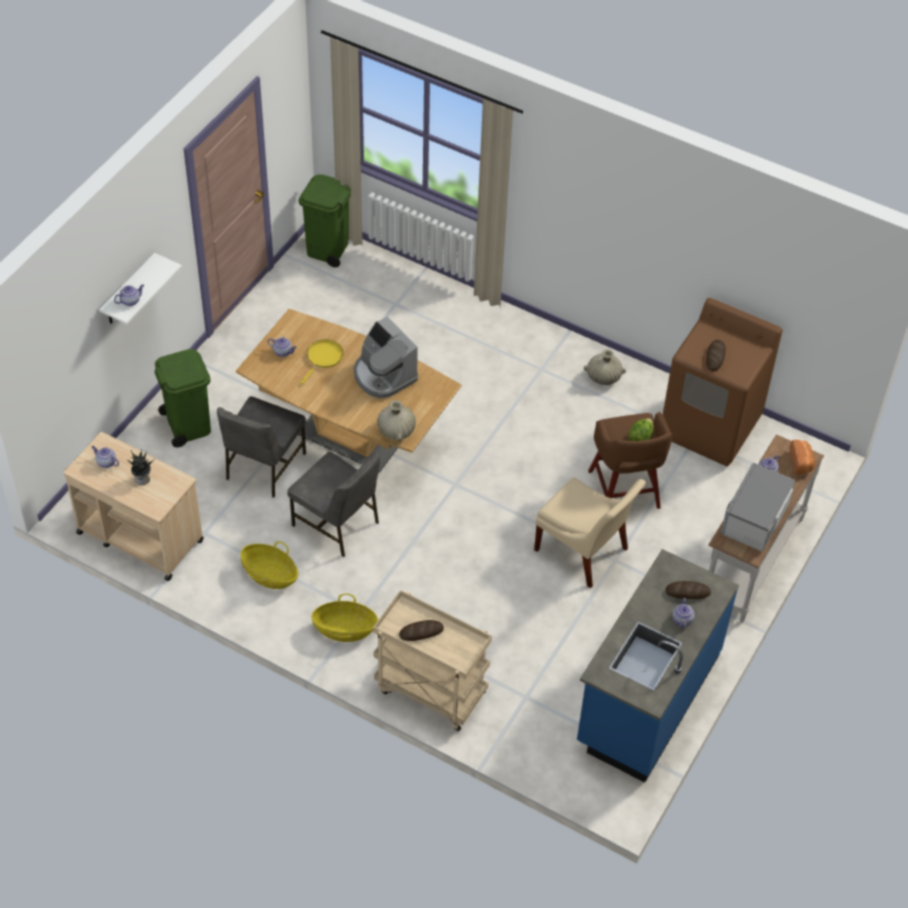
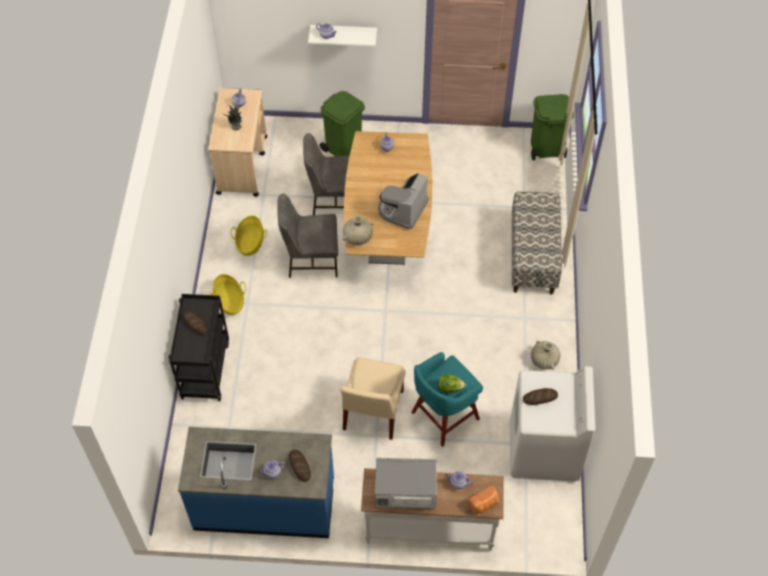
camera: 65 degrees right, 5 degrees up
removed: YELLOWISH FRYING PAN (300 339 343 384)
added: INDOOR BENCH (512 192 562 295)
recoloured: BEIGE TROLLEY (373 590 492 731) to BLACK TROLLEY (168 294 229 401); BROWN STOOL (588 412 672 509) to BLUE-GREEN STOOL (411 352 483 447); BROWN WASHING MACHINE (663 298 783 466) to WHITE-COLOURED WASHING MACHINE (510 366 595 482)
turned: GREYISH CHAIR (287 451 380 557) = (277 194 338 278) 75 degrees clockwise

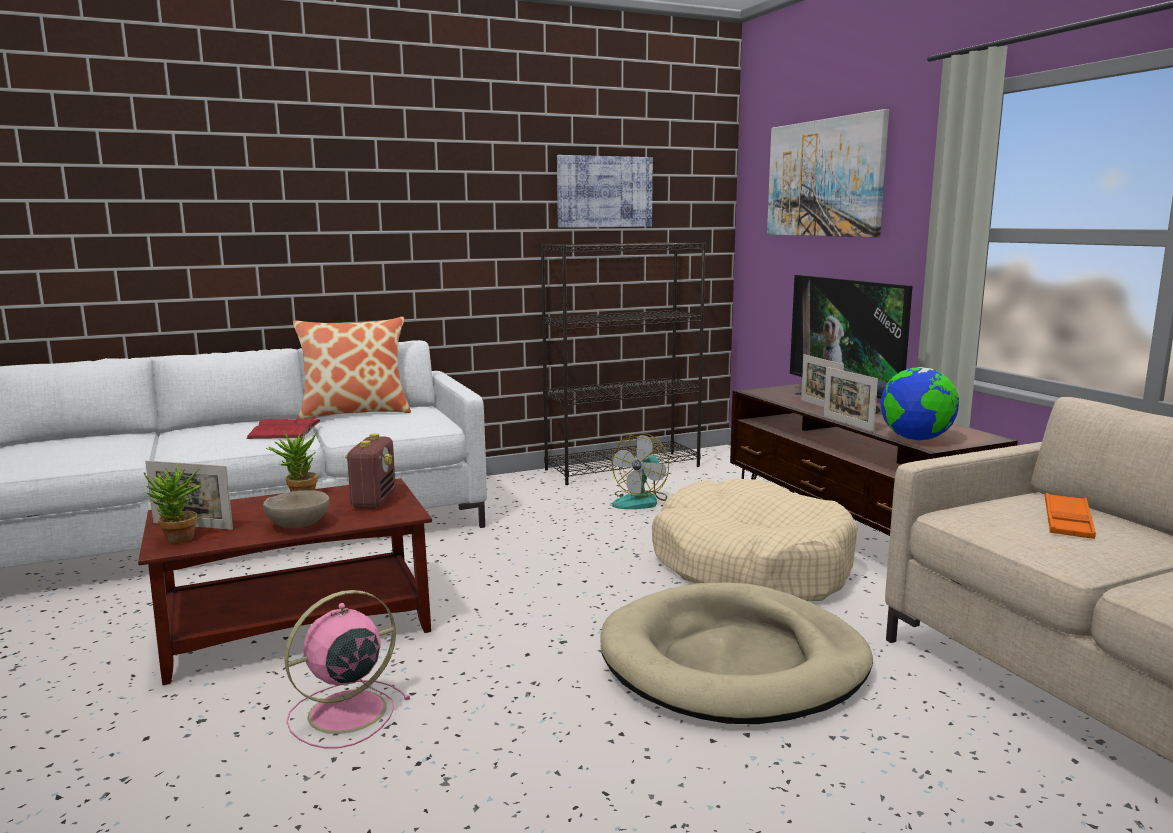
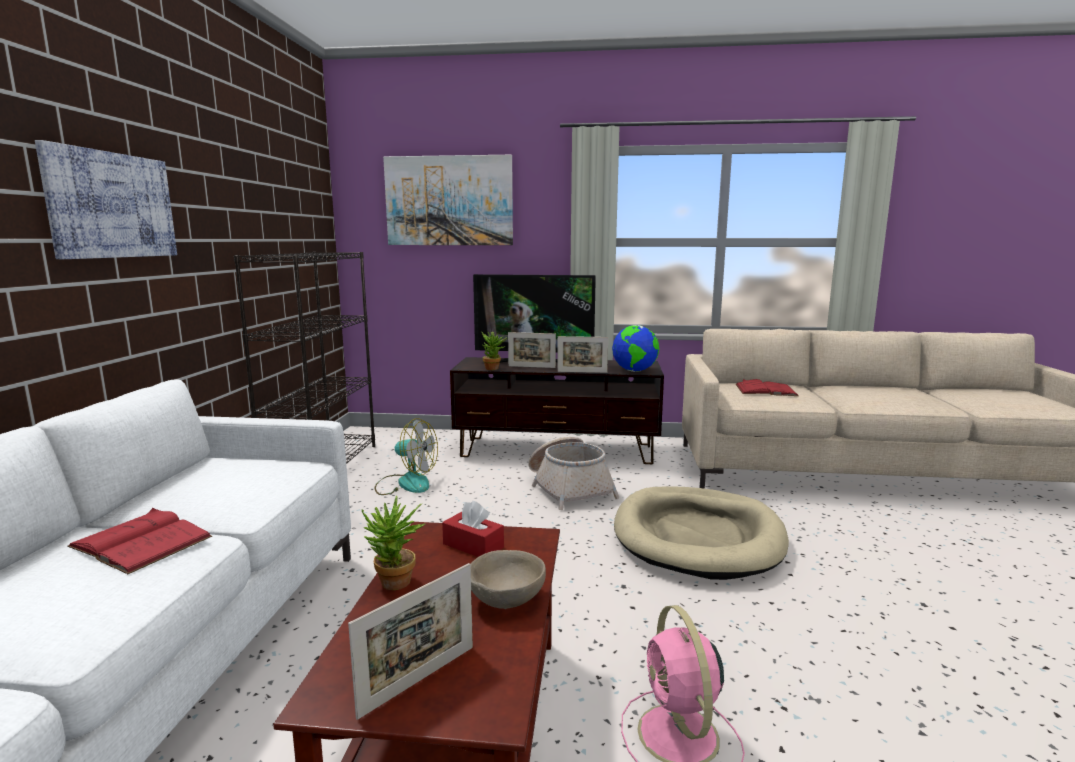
camera: 60 degrees left, 0 degrees up
removed: PILLOW (293 317 411 419)
moved: HOUSEPLANT (144 464 204 543) to (482 332 509 370); PICTURE (557 155 653 228) to (35 140 177 259)
replaced: RADIO SET (345 433 396 509) to REDDISH BOX OF TISSUES (442 501 504 557); BEIGE PET BED (652 479 858 601) to STORAGE BASKET (528 437 619 510); ORANGE-COLOURED CARRYING TRAY (1045 493 1096 539) to REDDISH BOOK (736 379 798 396)
turned: COOLING FAN (612 433 669 509) = (375 418 438 495) 45 degrees counterclockwise

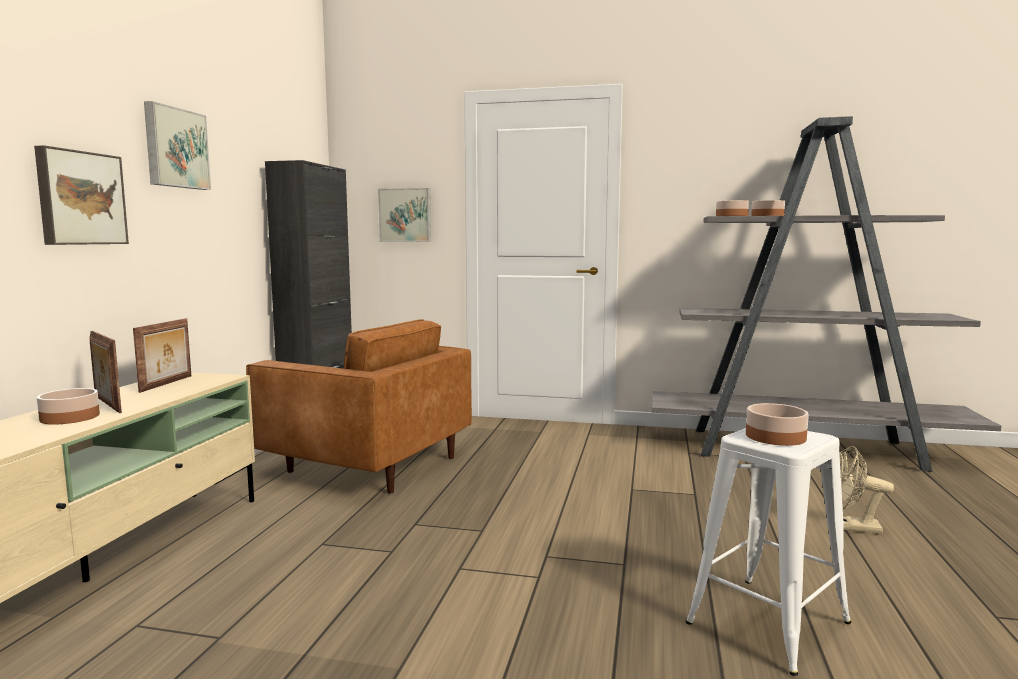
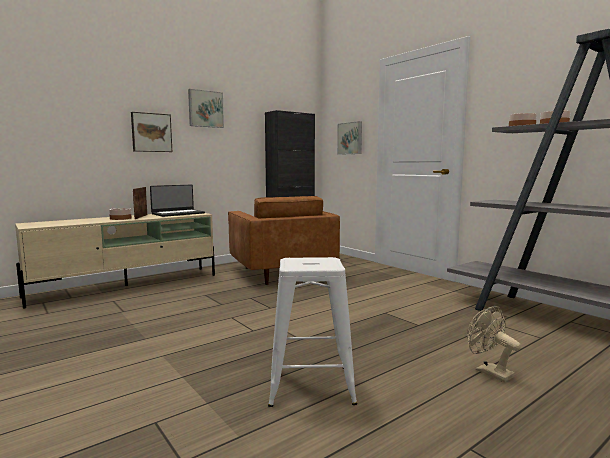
camera: 40 degrees right, 0 degrees up
removed: BOWL (746 403 809 446)
replaced: PICTURE FRAME (133 318 191 393) to PORTABLE COMPUTER (150 185 205 217)

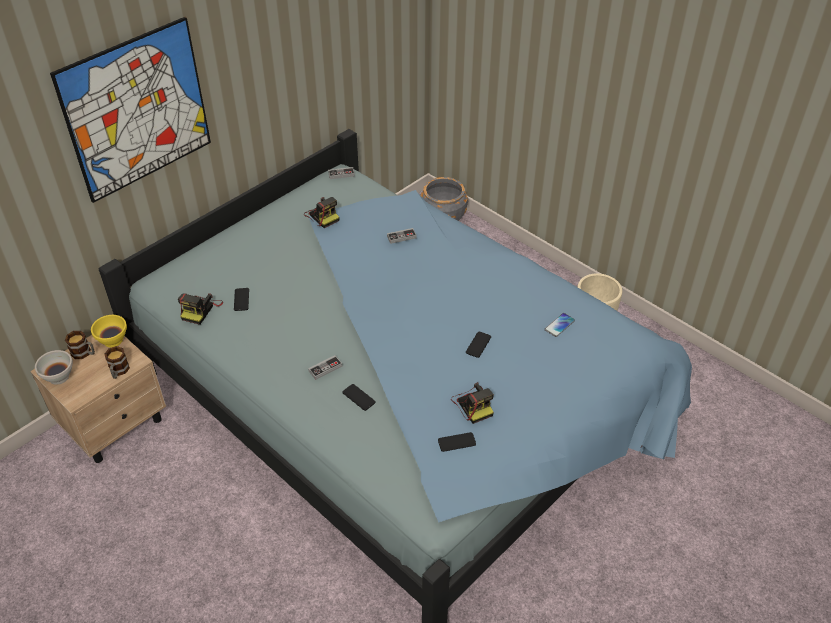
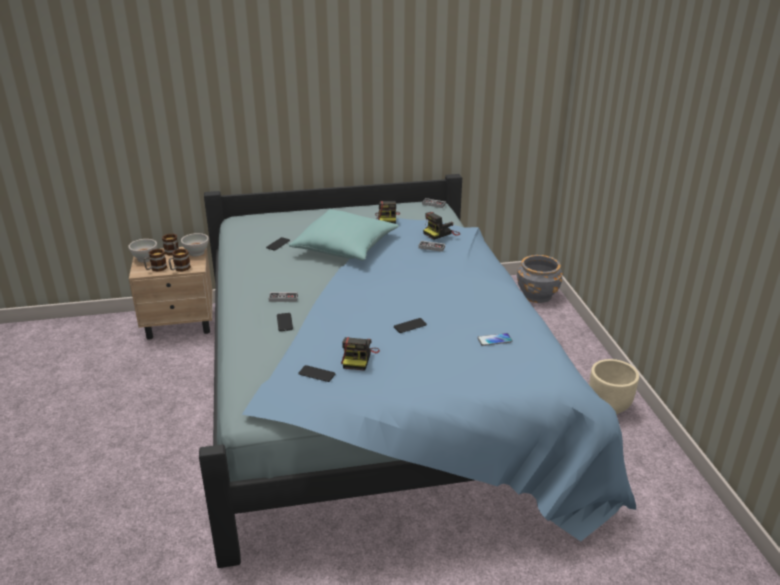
camera: 35 degrees right, 15 degrees down
removed: PICTURE (50 17 211 203)
added: COFFEE MUG (144 249 167 272); BLUE-GREEN PILLOW (289 209 399 260)
moved: PHOTO CAMERA (178 293 223 325) to (423 212 460 240)
recoloured: YELLOWISH BOWL (91 315 127 348) to WHITE-COLOURED BOWL (181 233 209 257)

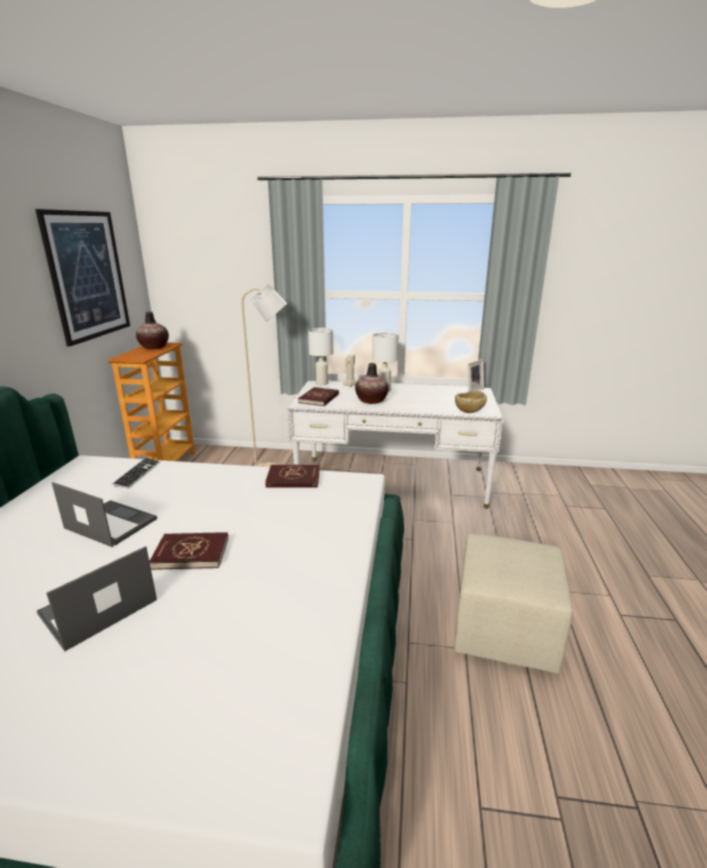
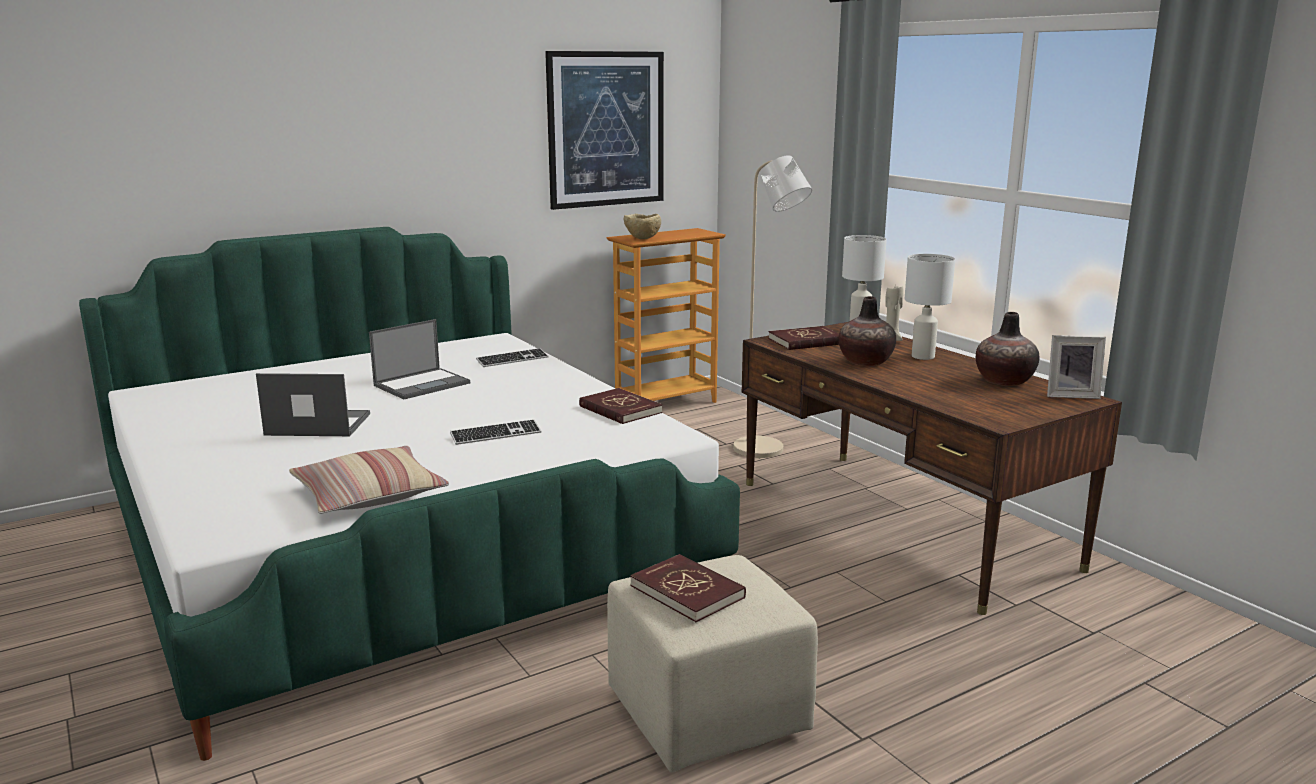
camera: 50 degrees right, 5 degrees down
added: PILLOW (289 446 449 514); PC KEYBOARD (450 419 542 445)
moved: FLOWER VASE (136 311 169 349) to (976 312 1039 386); REDDISH BOOK (149 532 228 570) to (630 554 746 622); BEIGE BOWL (455 390 487 413) to (623 214 661 239)
recoloured: WHITE-COLOURED DESK (287 381 503 509) to BROWN DESK (742 322 1122 615)
turned: PORTABLE COMPUTER (52 482 157 547) = (369 319 470 399) 60 degrees clockwise

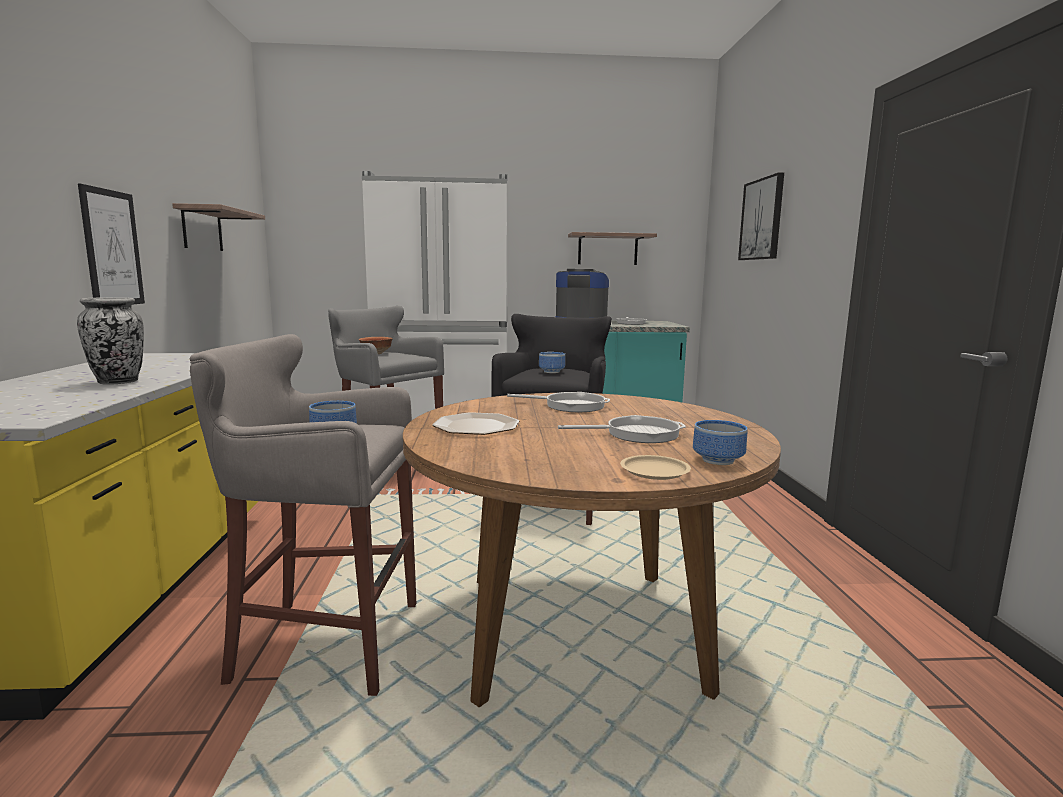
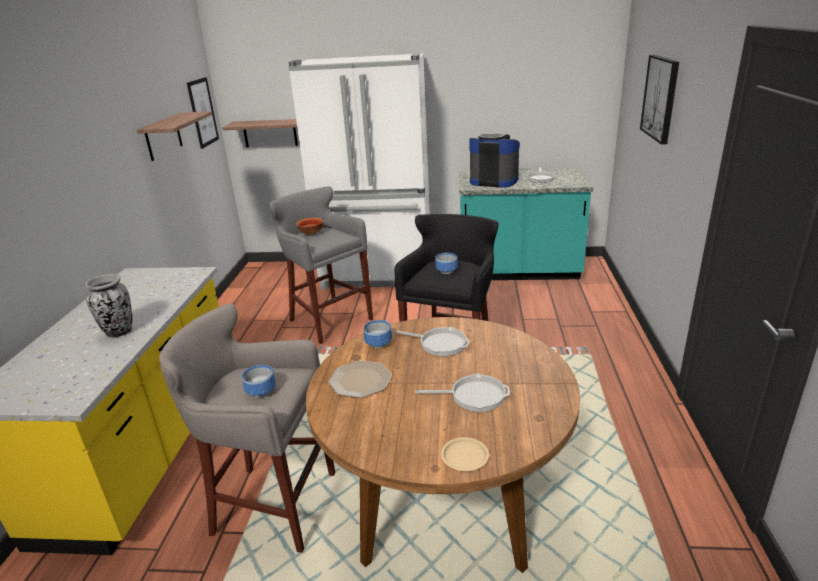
camera: 10 degrees right, 15 degrees up
moved: PICTURE (78 184 145 305) to (187 77 219 149); BRACKET SHELF (568 232 657 265) to (222 119 298 148); BOWL (693 420 748 465) to (363 320 392 348)

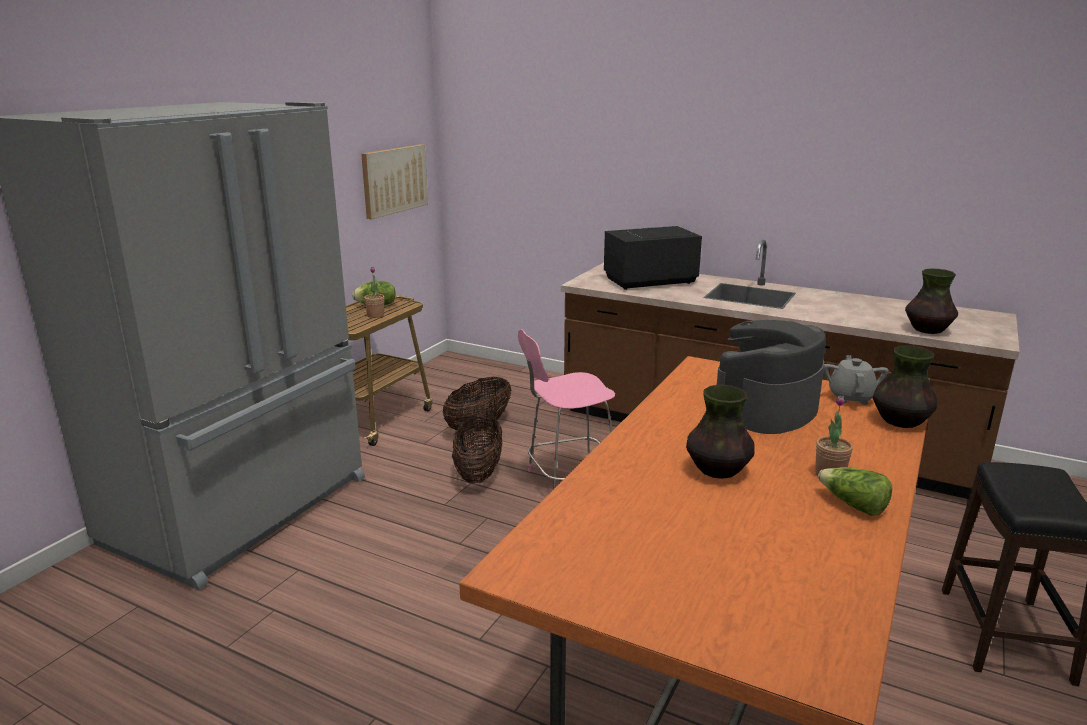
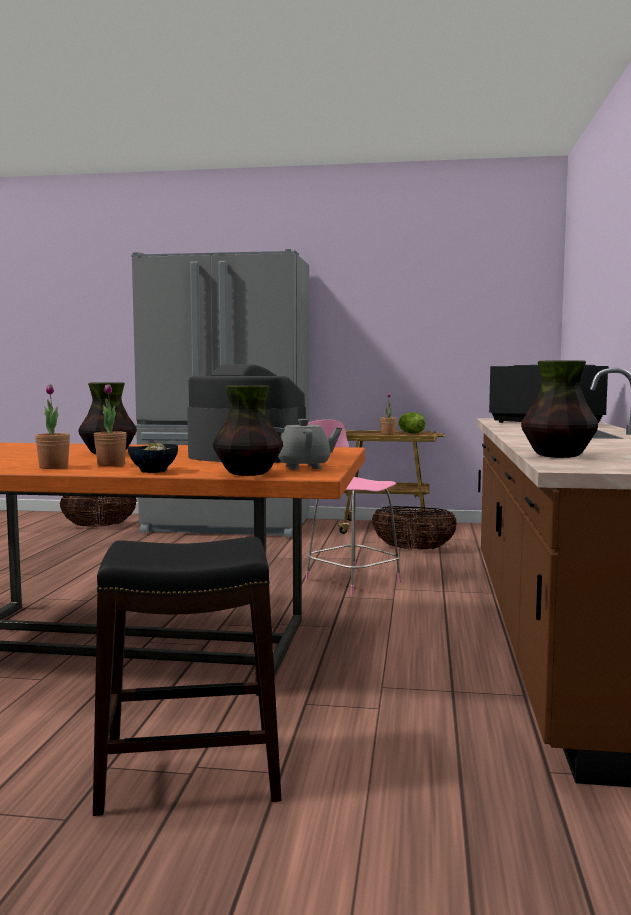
camera: 70 degrees right, 15 degrees down
removed: PICTURE (361 144 428 219)
added: BOWL (128 443 178 473)
moved: STORAGE BASKET (452 413 502 483) to (60 496 137 527)
replaced: LETTUCE HEAD (818 467 892 516) to HOUSEPLANT (35 384 70 469)

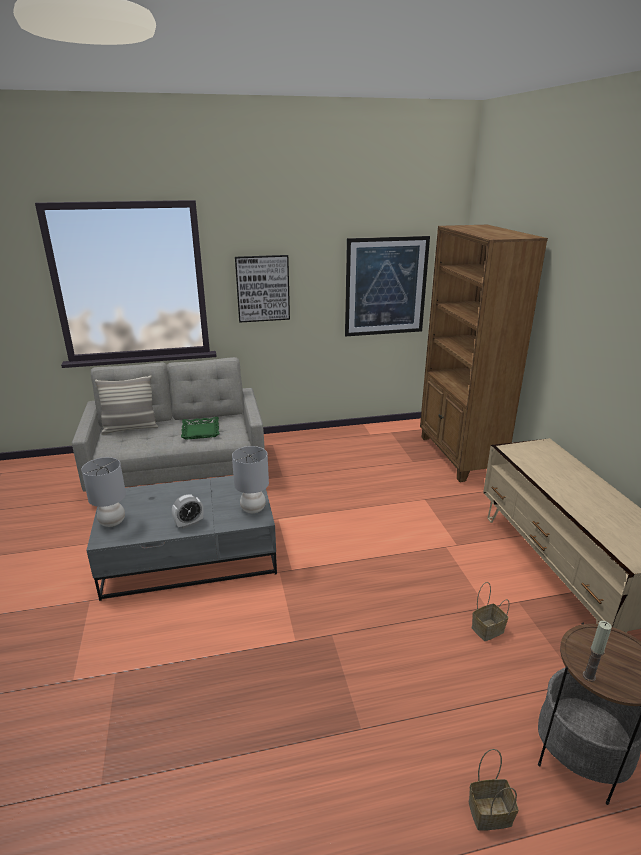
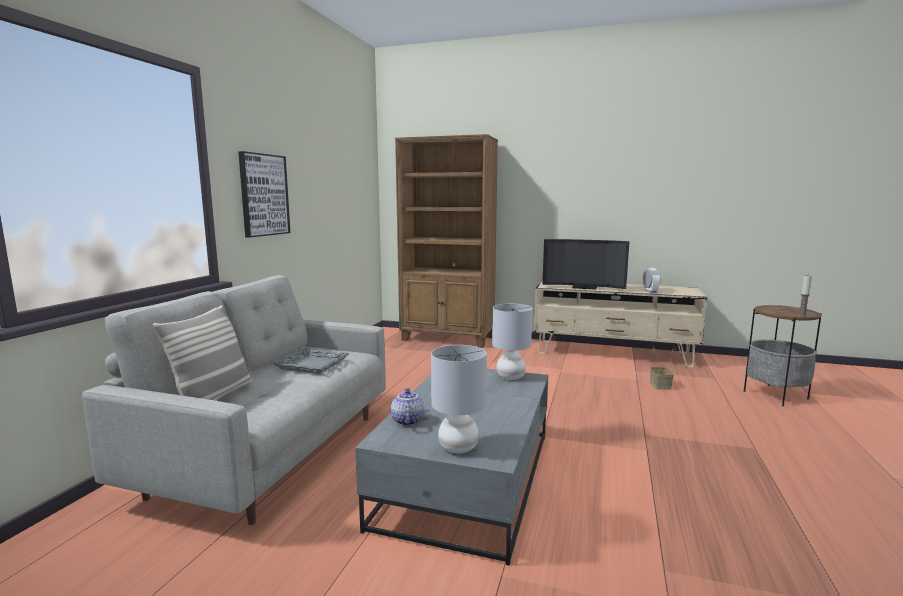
camera: 60 degrees left, 15 degrees down
removed: PICTURE (345 236 430 336); STORAGE BASKET (469 749 519 830)
added: TEAPOT (391 388 424 426); TELEVISION (542 239 629 290)
moved: BEDSIDE CLOCK (172 494 203 529) to (643 268 661 293)
recoloured: GREEN-COLOURED CARRYING TRAY (181 417 219 440) to GREYISH CARRYING TRAY (272 348 350 374)

